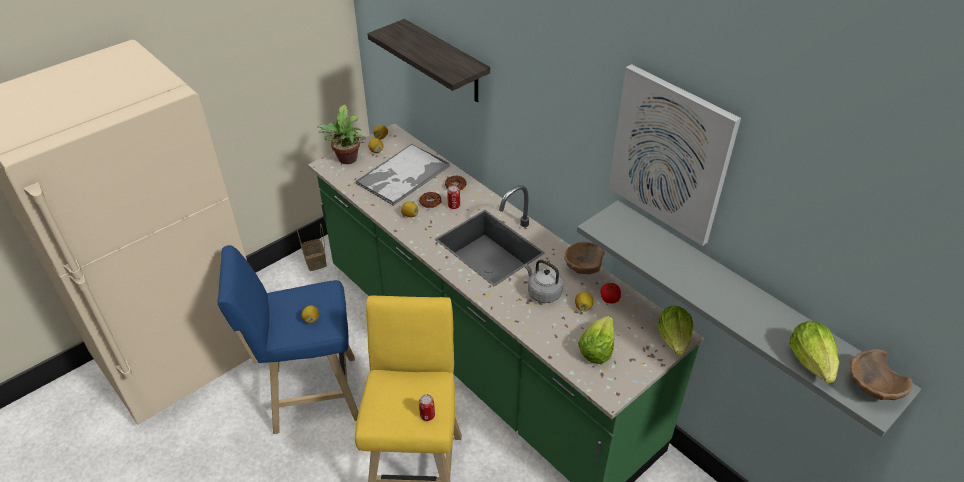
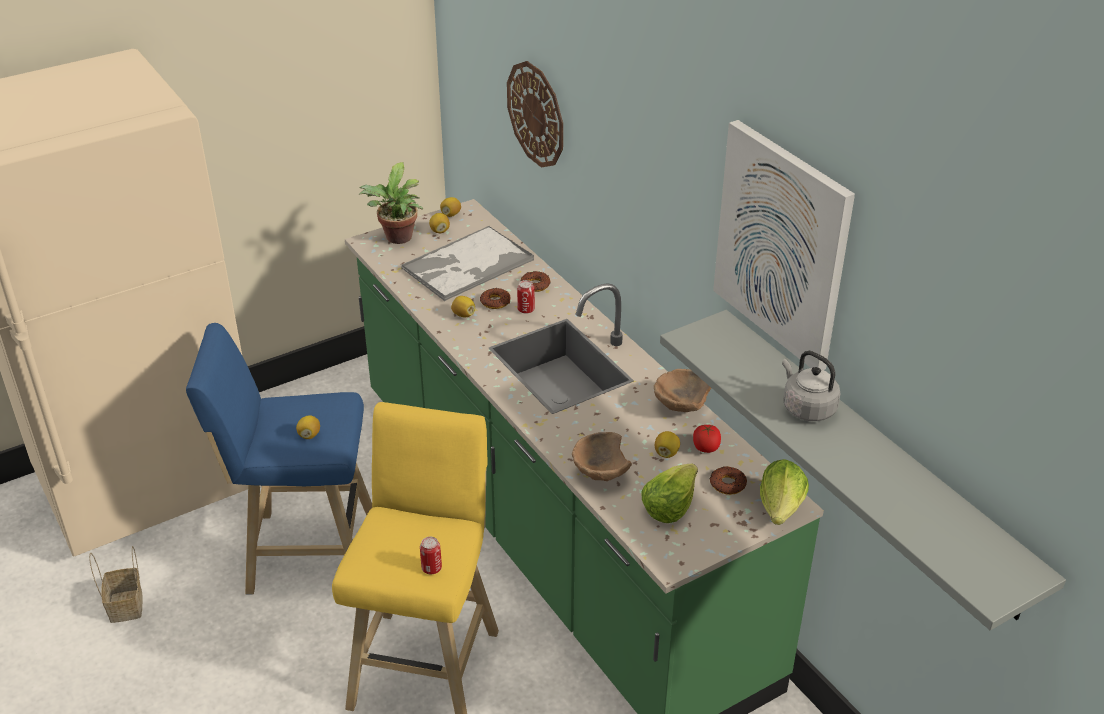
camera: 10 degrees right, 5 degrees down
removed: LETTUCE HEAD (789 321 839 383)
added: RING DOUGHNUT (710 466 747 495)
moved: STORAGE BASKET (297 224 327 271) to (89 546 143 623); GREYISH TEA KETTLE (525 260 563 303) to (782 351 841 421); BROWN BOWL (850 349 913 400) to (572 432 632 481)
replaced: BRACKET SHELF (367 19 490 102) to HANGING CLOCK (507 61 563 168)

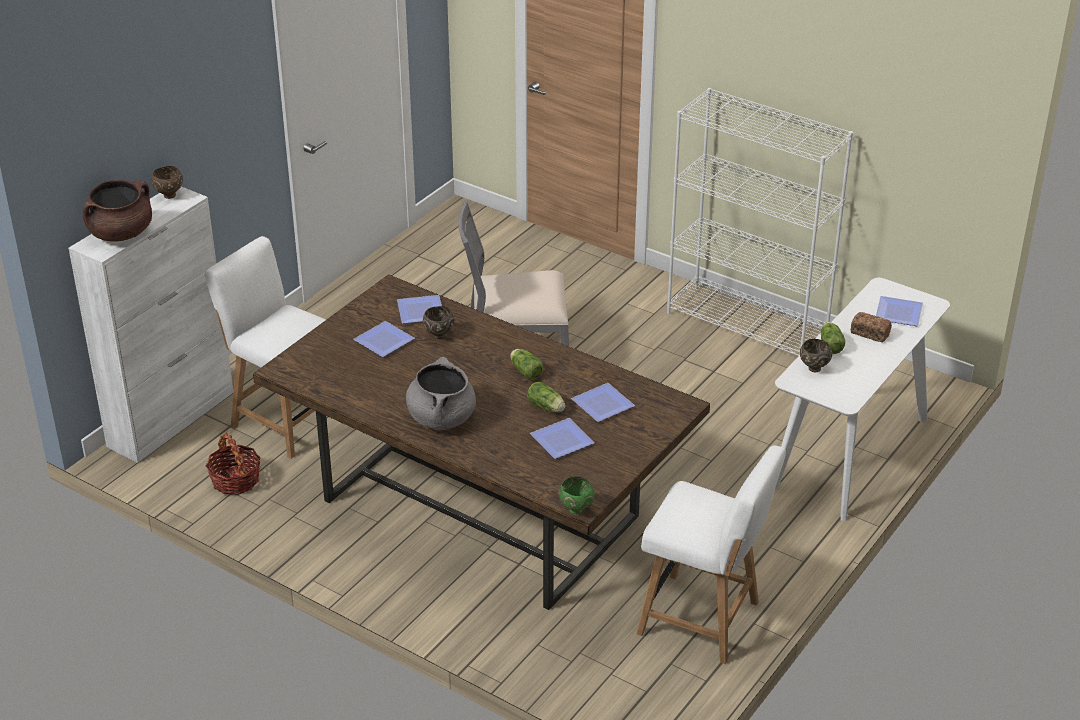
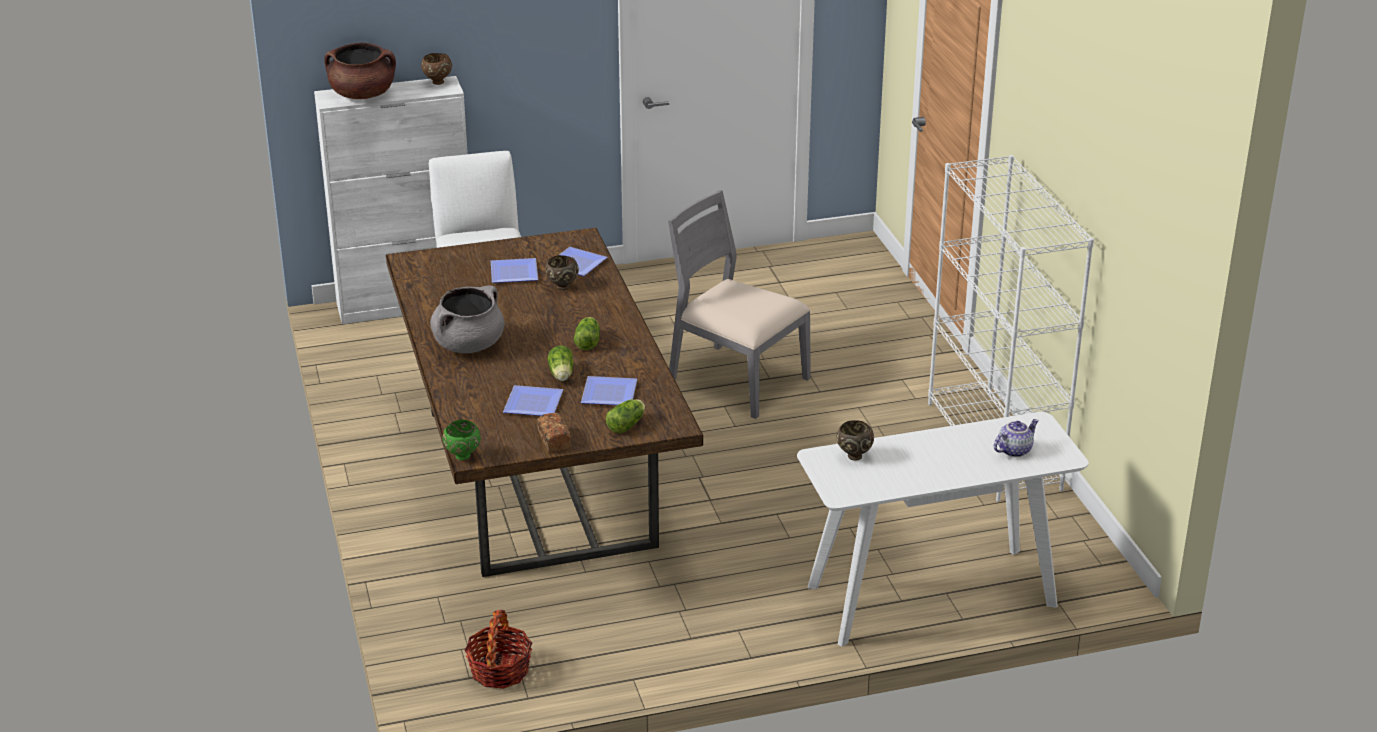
camera: 40 degrees right, 5 degrees down
removed: WHITE-COLOURED CHAIR (636 445 786 664)
moved: STORAGE BASKET (206 433 261 495) to (464 610 533 689); LETTUCE HEAD (821 322 845 354) to (606 399 645 433); BAKED BREAD (851 312 892 343) to (537 413 571 452)
replaced: DINNER PLATE (876 296 923 326) to TEAPOT (994 419 1039 457)

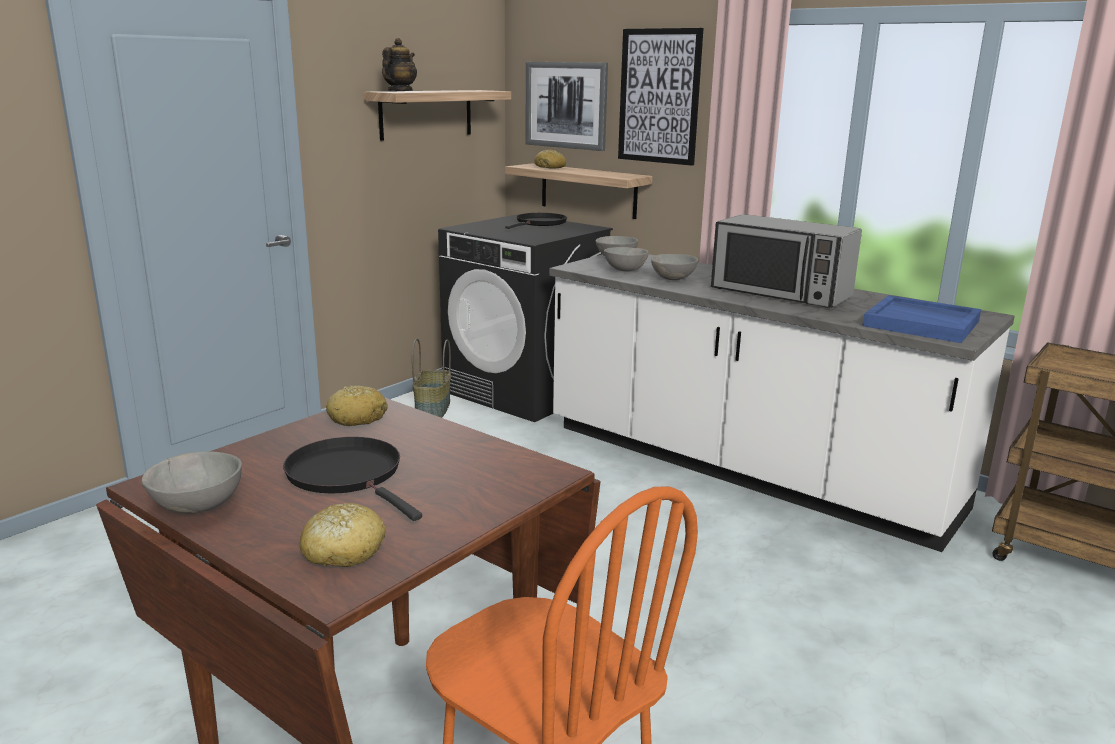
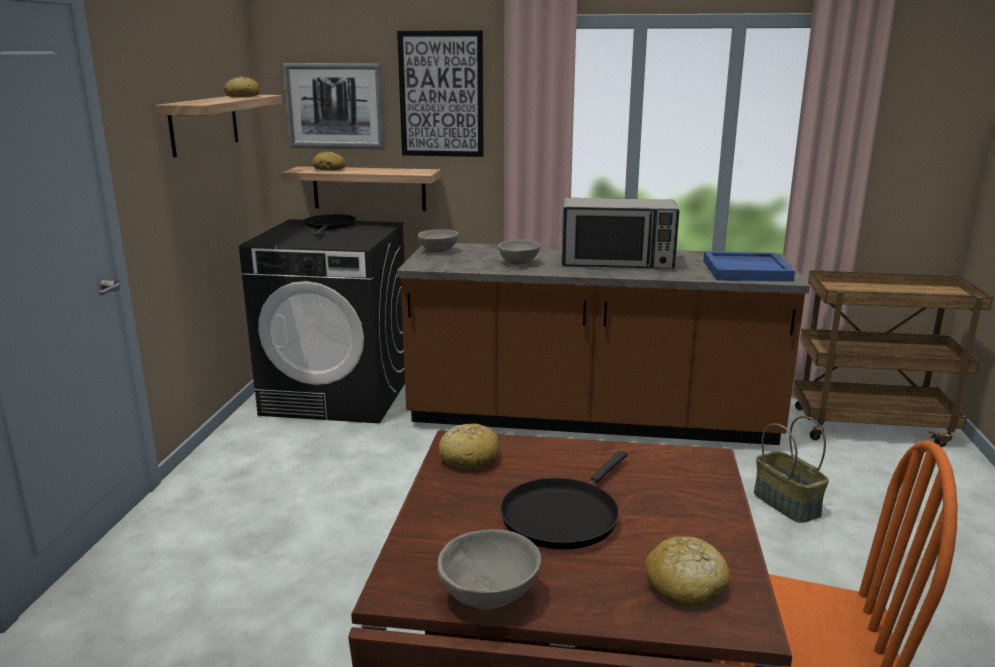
camera: 30 degrees left, 0 degrees up
removed: TEAPOT (382 38 417 92); GREYISH BOWL (604 247 649 272)
added: BAKED BREAD (224 76 260 97)
moved: STORAGE BASKET (412 338 451 418) to (754 416 829 523)
recoloured: WHITE-COLOURED KITCHEN BASE UNIT (549 254 1015 552) to BROWN KITCHEN BASE UNIT (397 243 810 445)
turned: BLACK FRYING PAN (283 437 422 521) = (500 450 628 550) 75 degrees counterclockwise

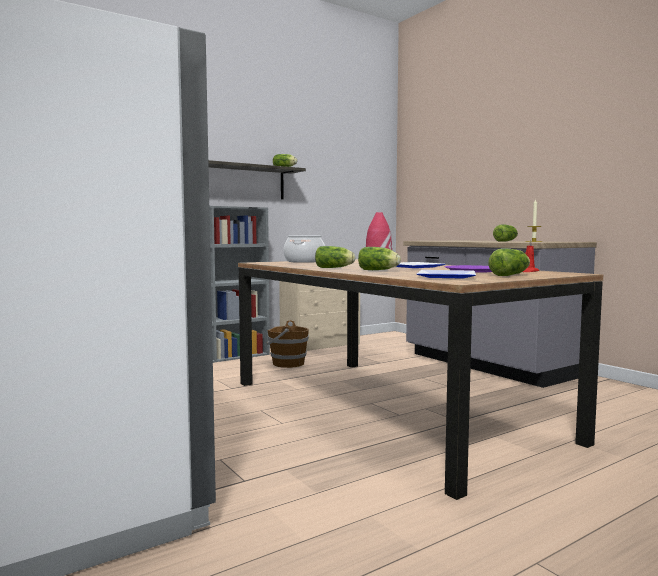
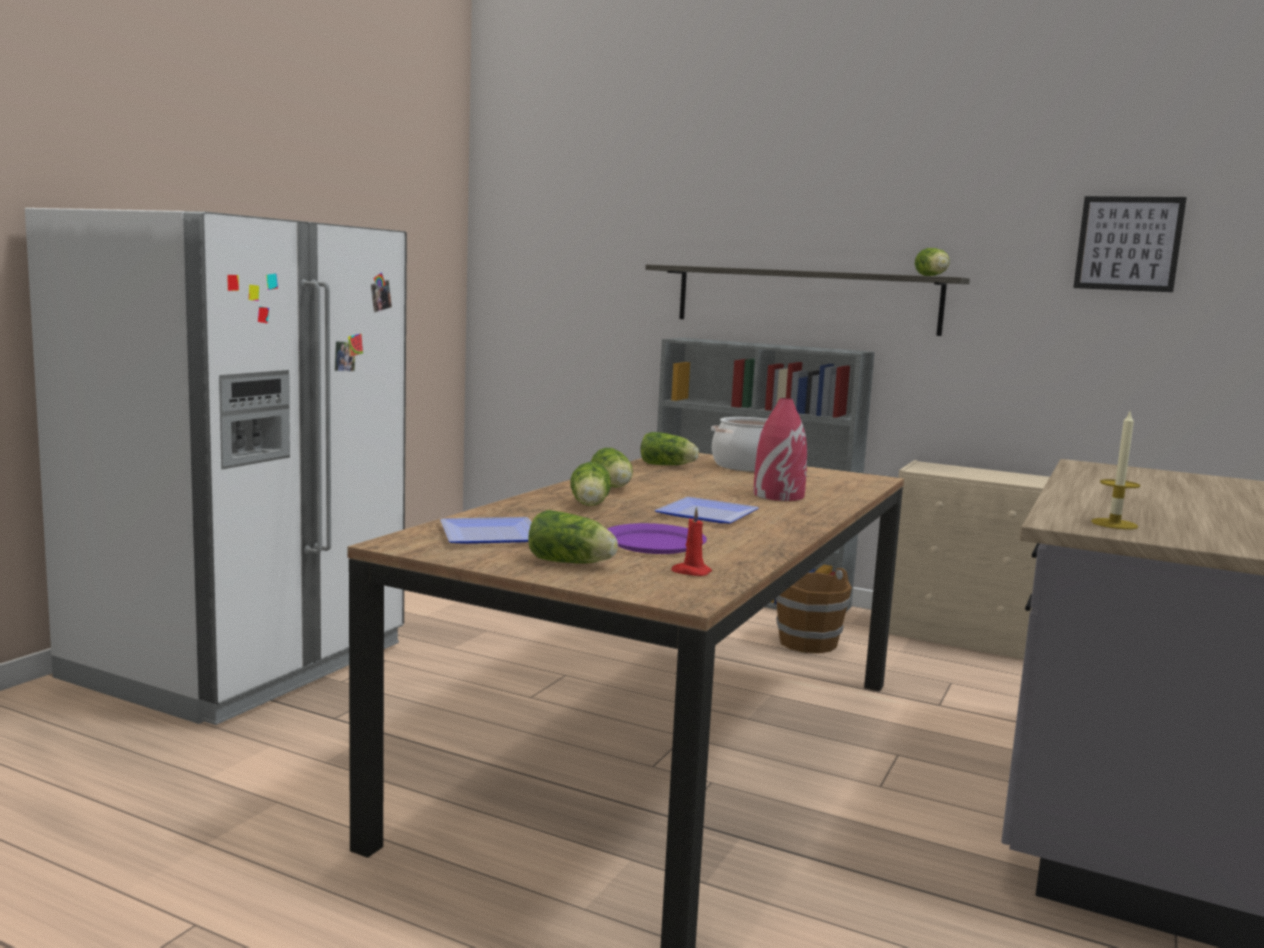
camera: 60 degrees right, 5 degrees up
added: PICTURE (1073 196 1187 292)
moved: LETTUCE HEAD (493 225 518 242) to (640 432 699 465)

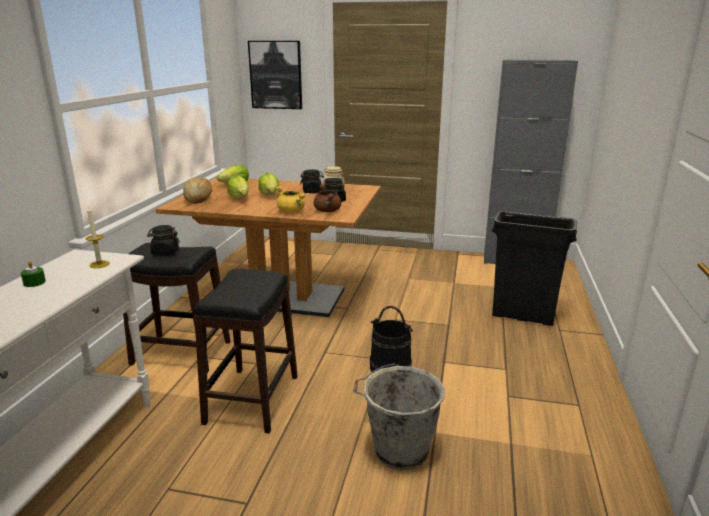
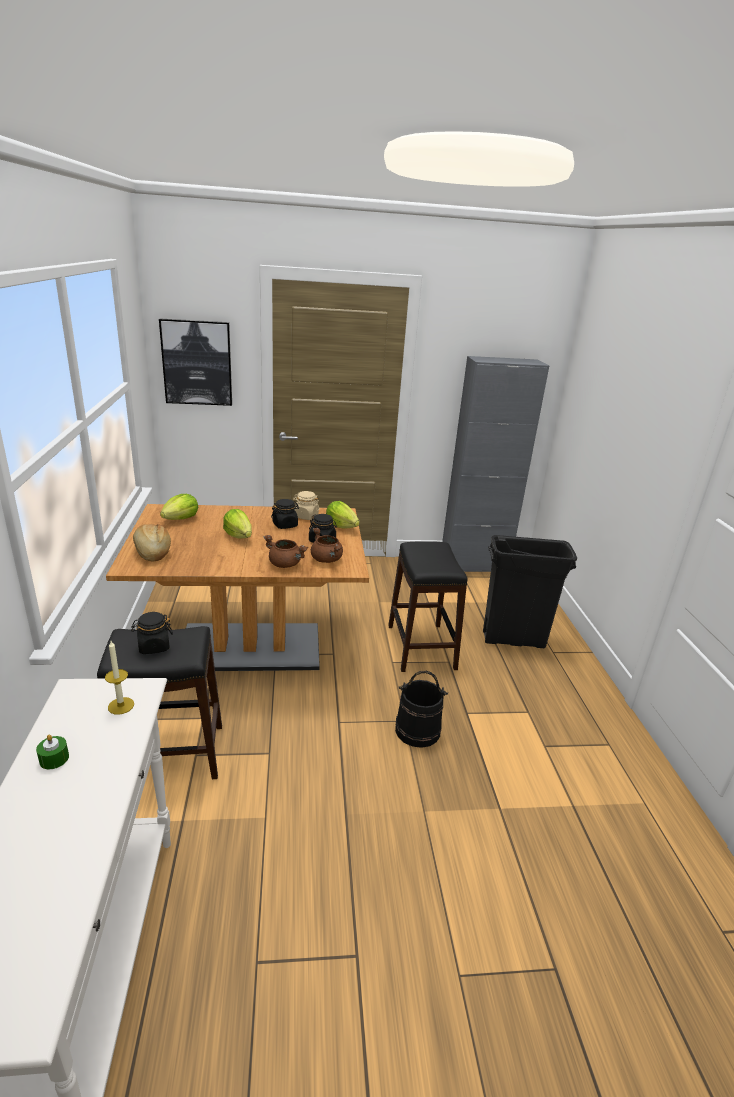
camera: 20 degrees left, 5 degrees up
removed: GREYISH BUCKET (353 363 445 470)
moved: BLACK STOOL (194 269 298 434) to (388 541 468 672); LETTUCE HEAD (227 176 249 199) to (326 501 360 528)
recoloured: YELLOWISH COOKING POT (275 186 306 213) to BROWN COOKING POT (264 535 308 568)

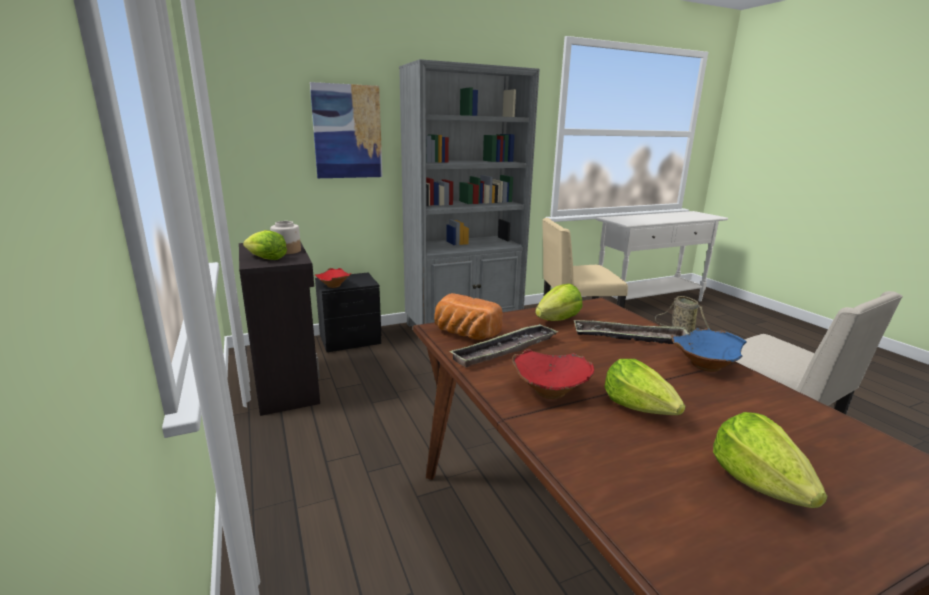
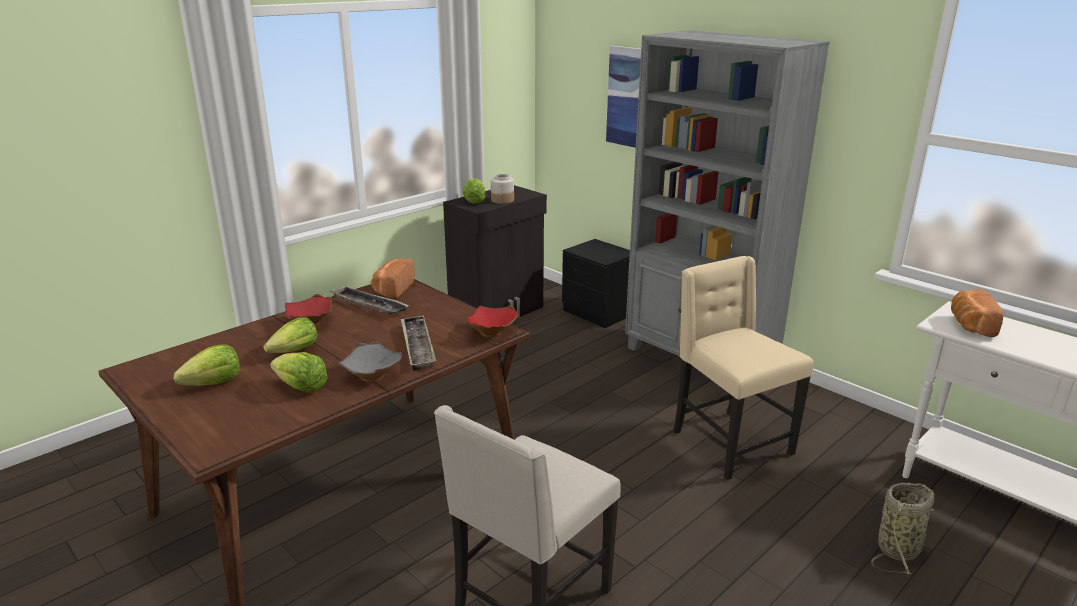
camera: 70 degrees right, 5 degrees up
added: BAKED BREAD (951 289 1003 337)
moved: REDDISH BOWL (315 268 351 288) to (465 305 518 337); LETTUCE HEAD (535 284 583 321) to (270 352 328 393)
recoloured: BLUE BOWL (671 328 746 372) to GREYISH BOWL (338 341 402 382)

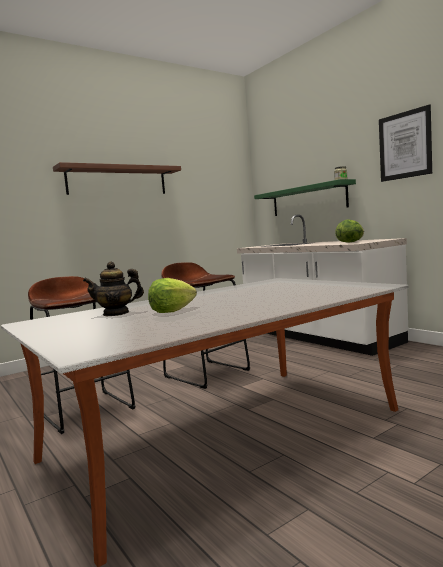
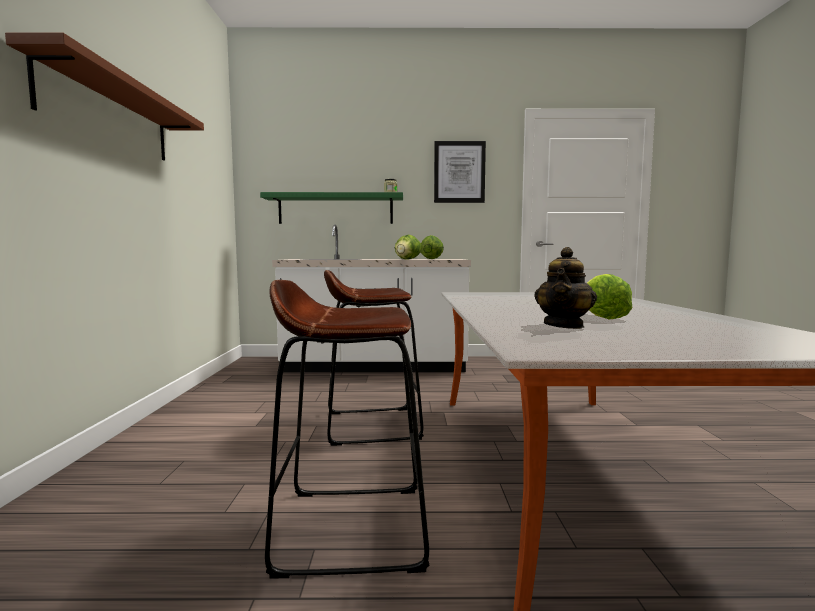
camera: 55 degrees left, 0 degrees up
added: LETTUCE HEAD (395 235 422 260)

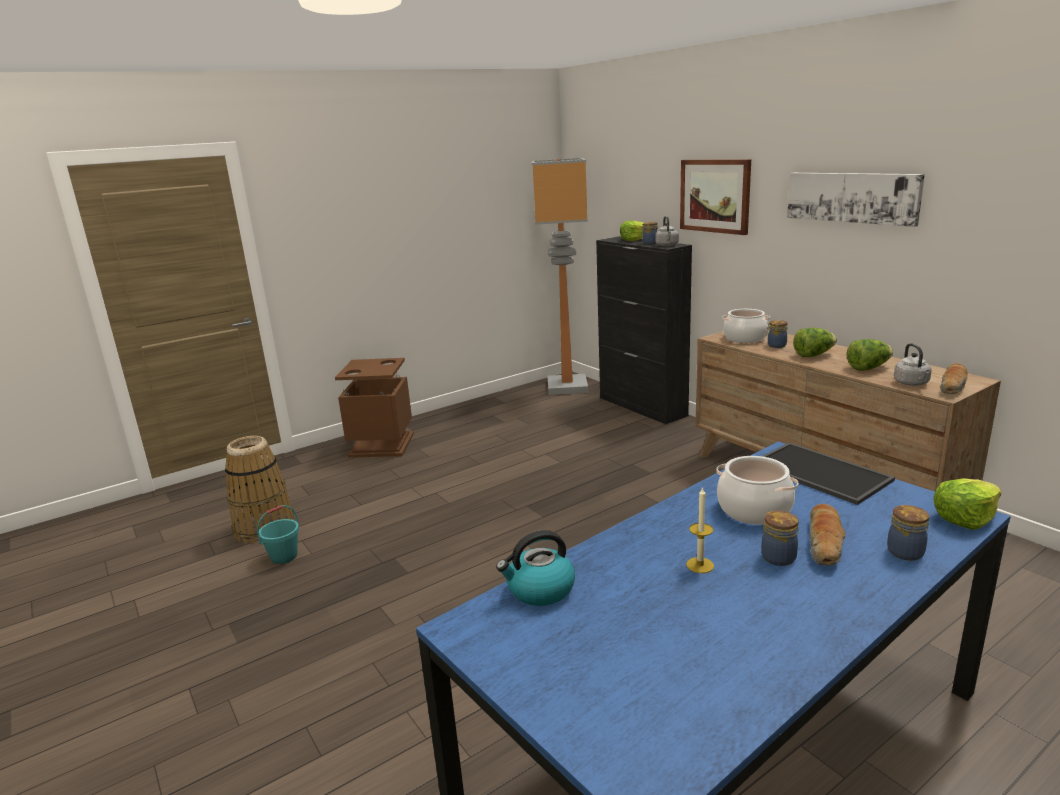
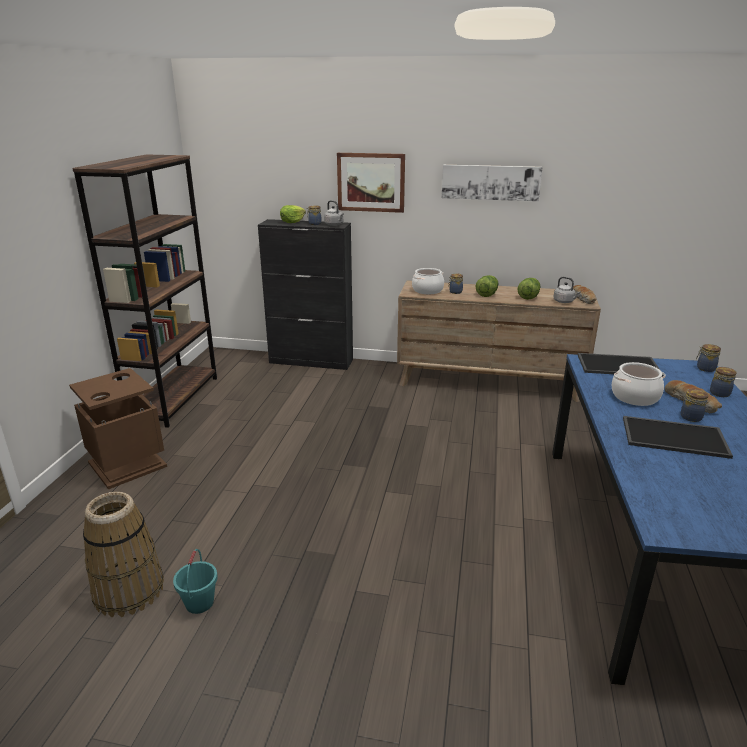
camera: 45 degrees left, 5 degrees up
removed: TEA KETTLE (496 530 575 606); STANDING LAMP (532 158 588 395)
added: BROWN SHELVING UNIT (72 154 217 428)
replaced: CANDLE (686 487 714 573) to CARRYING TRAY (623 416 733 459); LETTUCE HEAD (933 478 1002 530) to STORAGE JAR (696 344 721 372)

